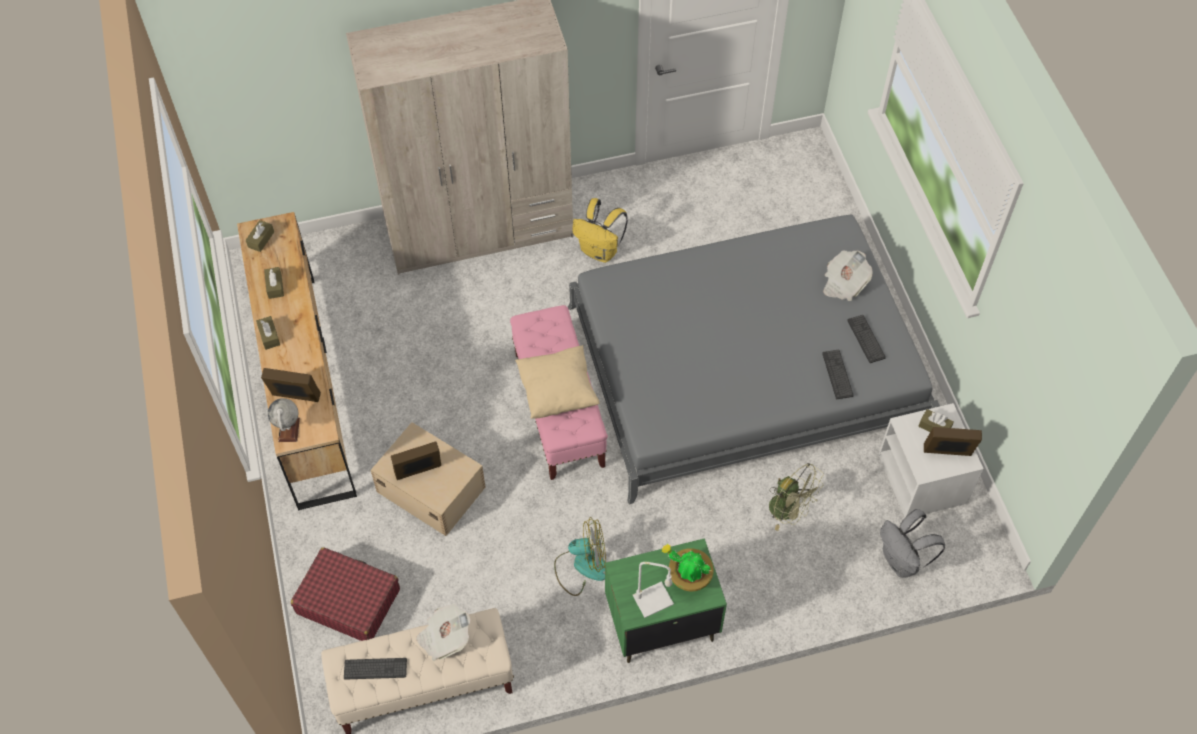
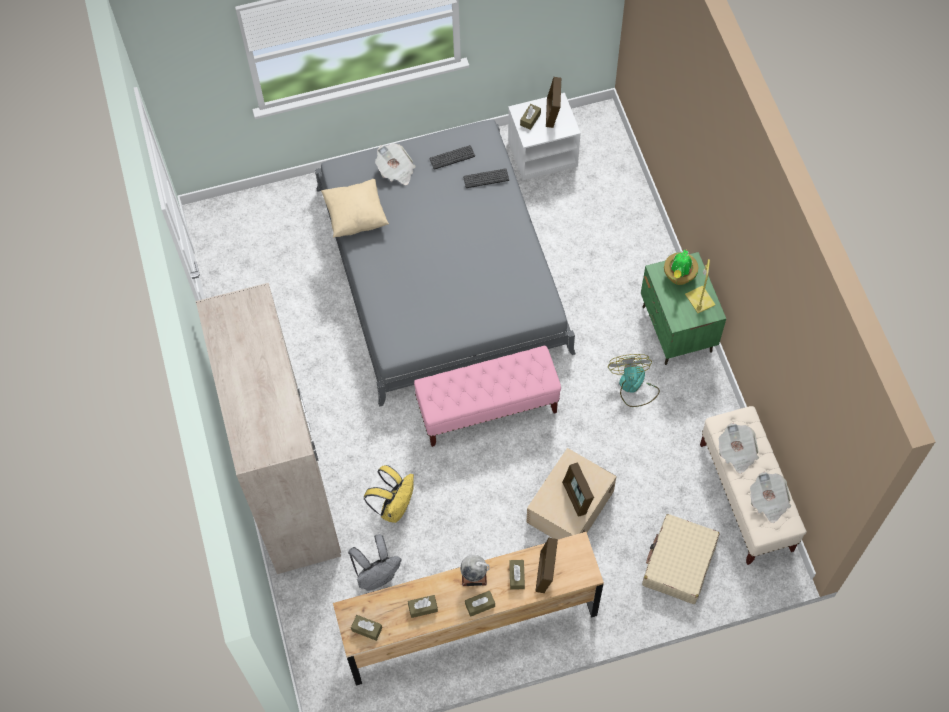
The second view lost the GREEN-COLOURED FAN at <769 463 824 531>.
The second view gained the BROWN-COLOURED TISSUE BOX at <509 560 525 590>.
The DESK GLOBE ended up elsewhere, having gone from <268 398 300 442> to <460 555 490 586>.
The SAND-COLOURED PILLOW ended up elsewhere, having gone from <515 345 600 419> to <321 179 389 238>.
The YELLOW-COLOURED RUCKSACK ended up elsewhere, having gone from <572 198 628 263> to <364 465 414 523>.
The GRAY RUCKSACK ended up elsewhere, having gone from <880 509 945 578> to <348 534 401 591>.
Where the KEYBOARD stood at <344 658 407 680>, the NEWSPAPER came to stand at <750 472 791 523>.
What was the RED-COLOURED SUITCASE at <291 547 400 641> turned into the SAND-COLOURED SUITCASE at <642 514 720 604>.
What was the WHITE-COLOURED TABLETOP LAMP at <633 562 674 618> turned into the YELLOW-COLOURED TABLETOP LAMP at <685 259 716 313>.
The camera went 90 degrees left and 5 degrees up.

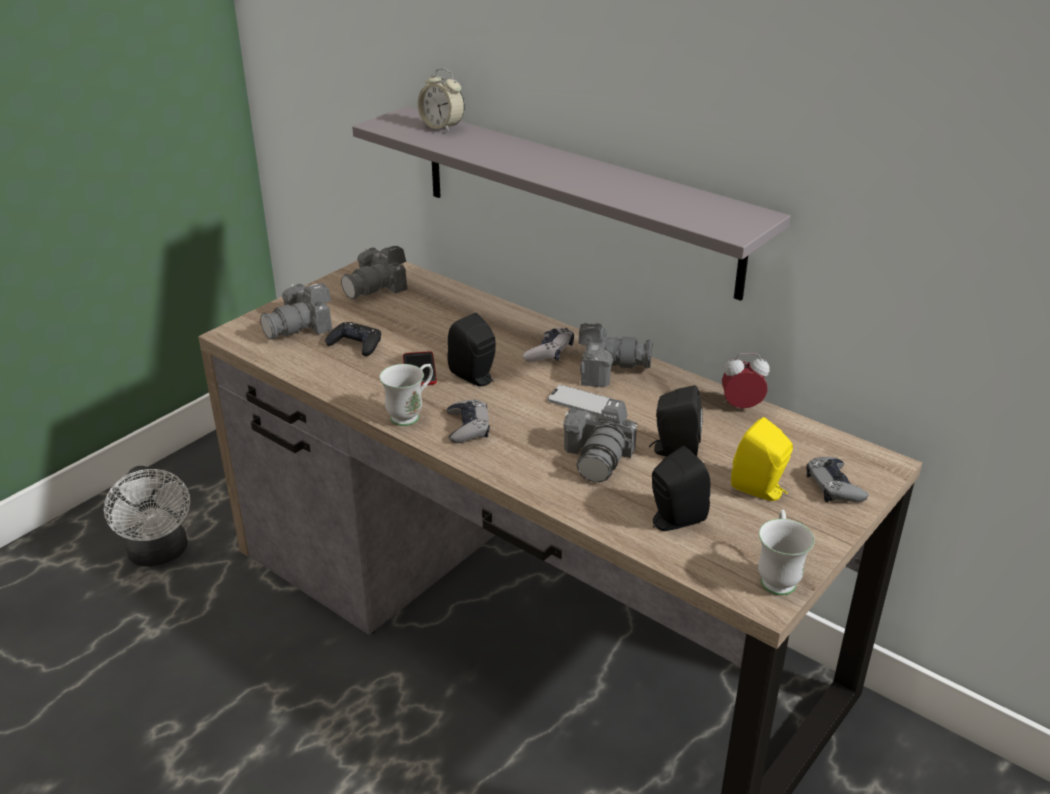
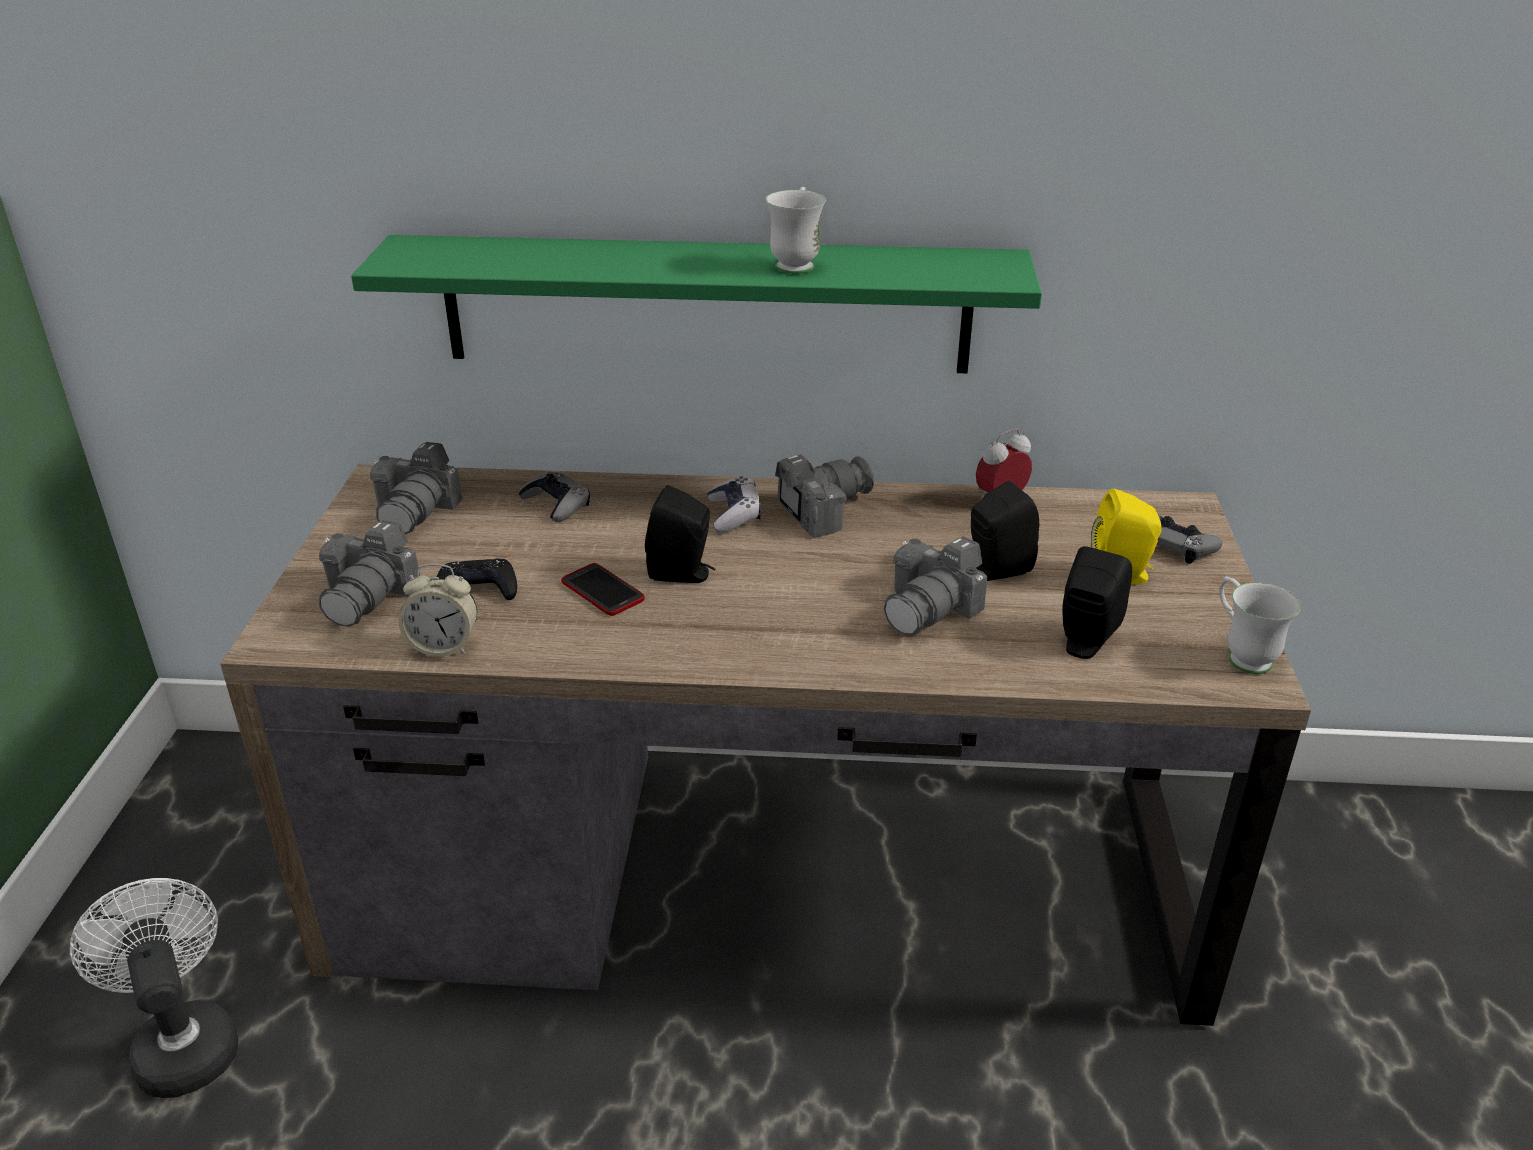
The second view lost the TELEPHONE at <548 385 612 415>.
The WHITE-COLOURED COFFEE MUG ended up elsewhere, having gone from <379 364 433 426> to <765 187 826 274>.
The BEDSIDE CLOCK ended up elsewhere, having gone from <418 68 465 133> to <398 564 477 657>.
The GRAY GAMEPAD ended up elsewhere, having gone from <447 399 490 443> to <519 471 590 522>.
What was the GRAY BRACKET SHELF at <352 106 791 301> turned into the GREEN-COLOURED BRACKET SHELF at <351 235 1042 373>.
The WHITE-COLOURED FAN at <104 466 190 567> ended up facing another way, 150 degrees counterclockwise from before.
The STILL CAMERA at <563 398 637 482> ended up facing another way, 60 degrees clockwise from before.
The camera went 35 degrees left and 0 degrees up.

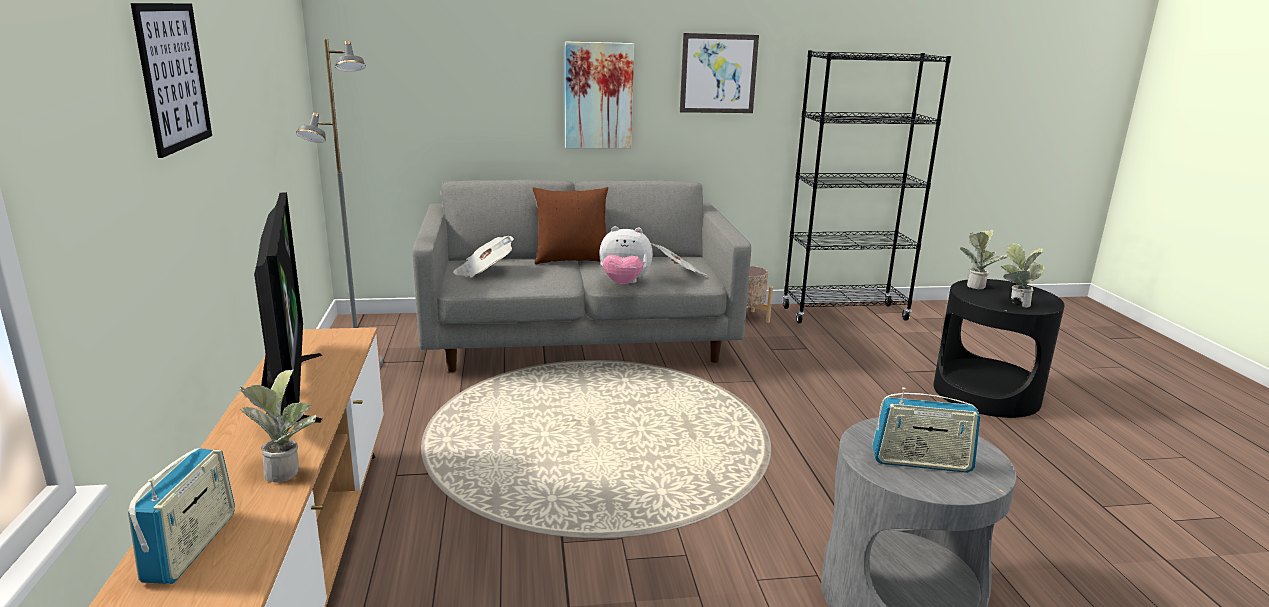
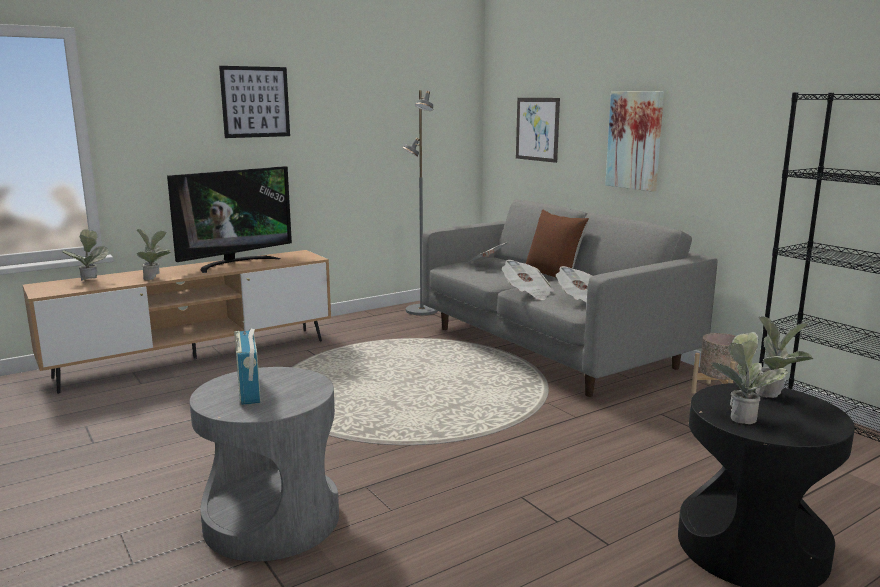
The WALL ART ended up elsewhere, having gone from <680 33 759 113> to <516 98 560 163>.
Where the RADIO RECEIVER stood at <128 448 235 584>, the POTTED PLANT came to stand at <62 229 109 281>.
Where the CUDDLY TOY stood at <599 226 653 285>, the NEWSPAPER came to stand at <502 260 554 300>.
The camera went 65 degrees right and 5 degrees down.

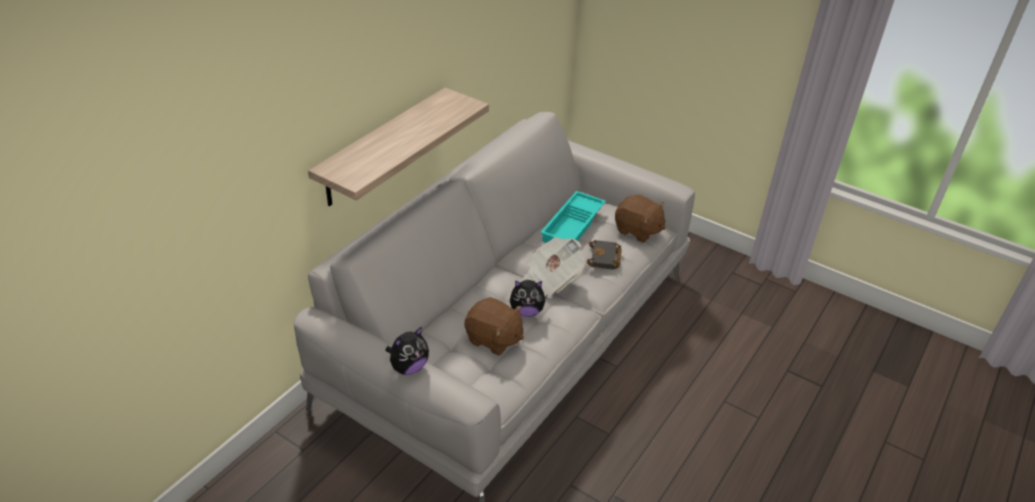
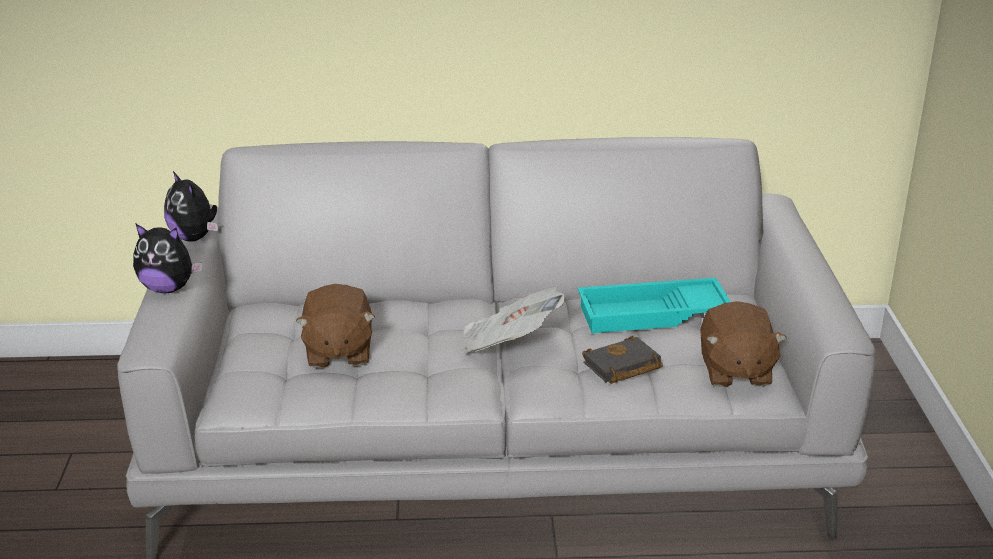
The second view lost the BRACKET SHELF at <308 87 489 206>.
The CUDDLY TOY ended up elsewhere, having gone from <510 280 547 317> to <164 171 218 242>.
The camera went 55 degrees right and 10 degrees down.

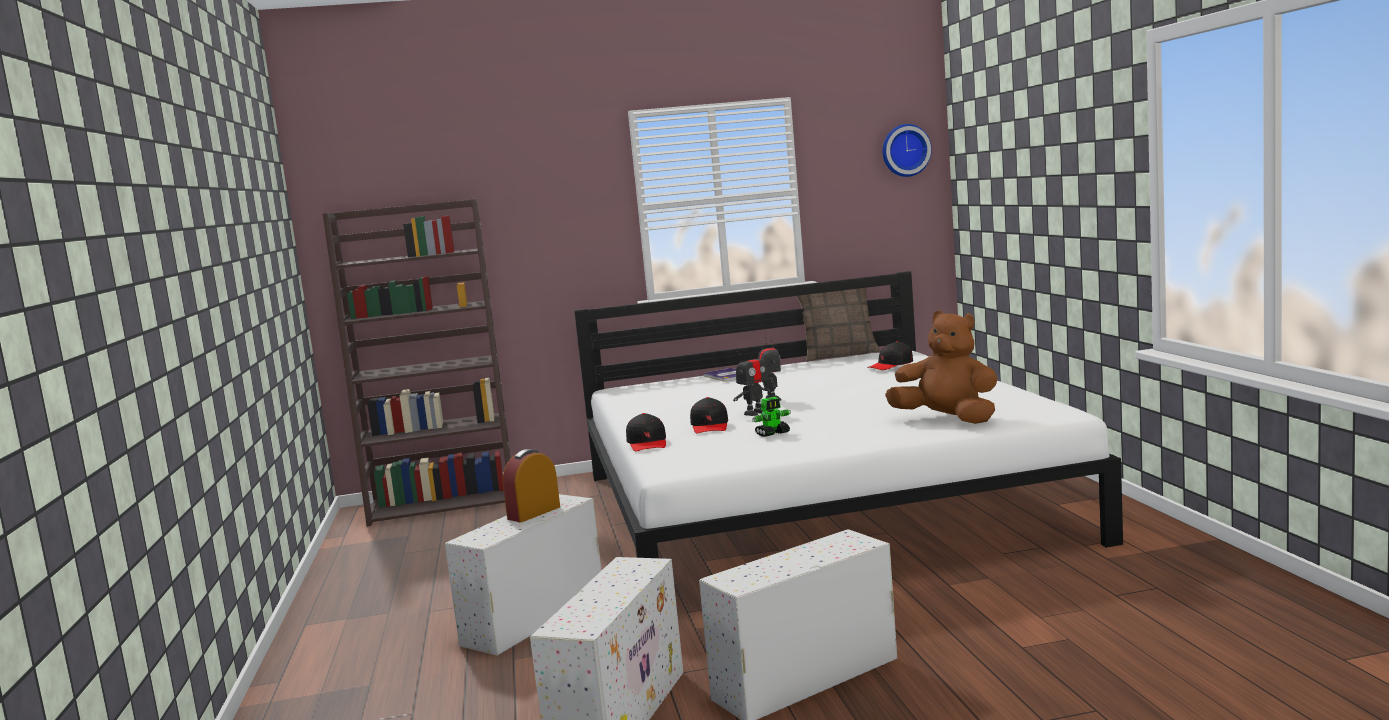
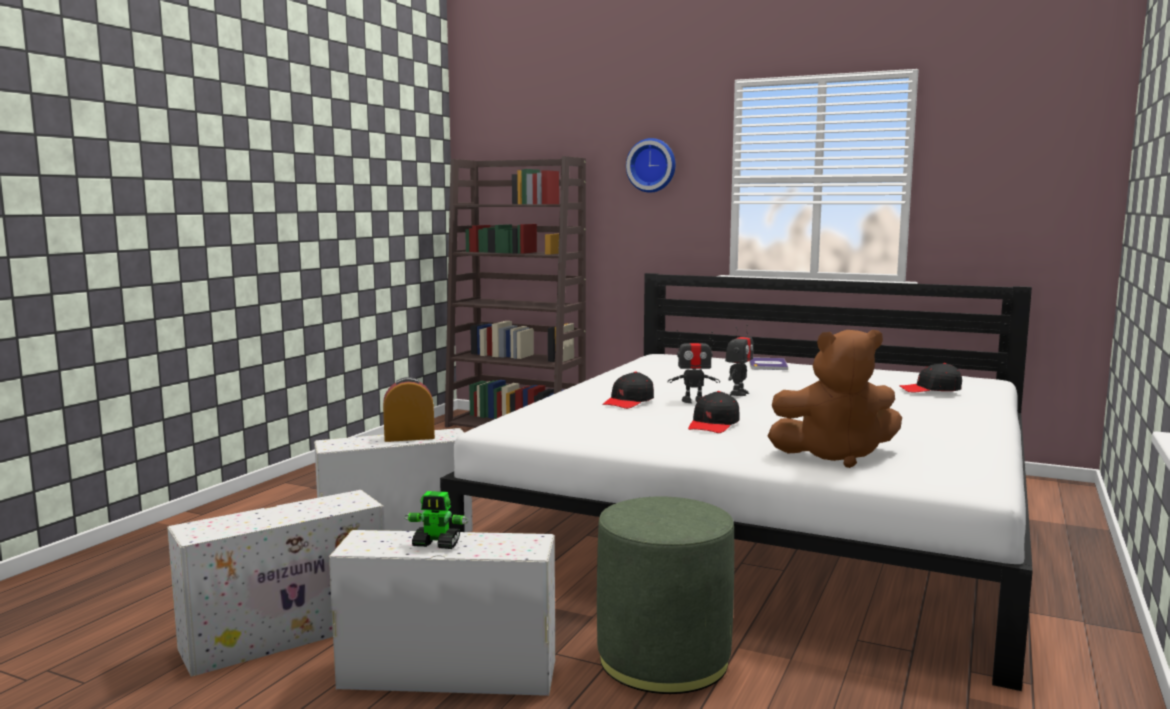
The second view lost the PILLOW at <797 288 880 362>.
The second view gained the GREEN-COLOURED FOOTREST at <597 496 734 694>.
The BLACKISH CAP ended up elsewhere, having gone from <626 413 666 452> to <688 391 739 433>.
The ROBOT FIGURE ended up elsewhere, having gone from <752 397 791 437> to <405 491 469 549>.
The HANGING CLOCK ended up elsewhere, having gone from <882 124 932 177> to <626 138 676 193>.
The BROWN-COLOURED CUDDLY TOY at <885 310 998 424> ended up facing another way, 105 degrees clockwise from before.
The camera went 35 degrees right and 0 degrees up.

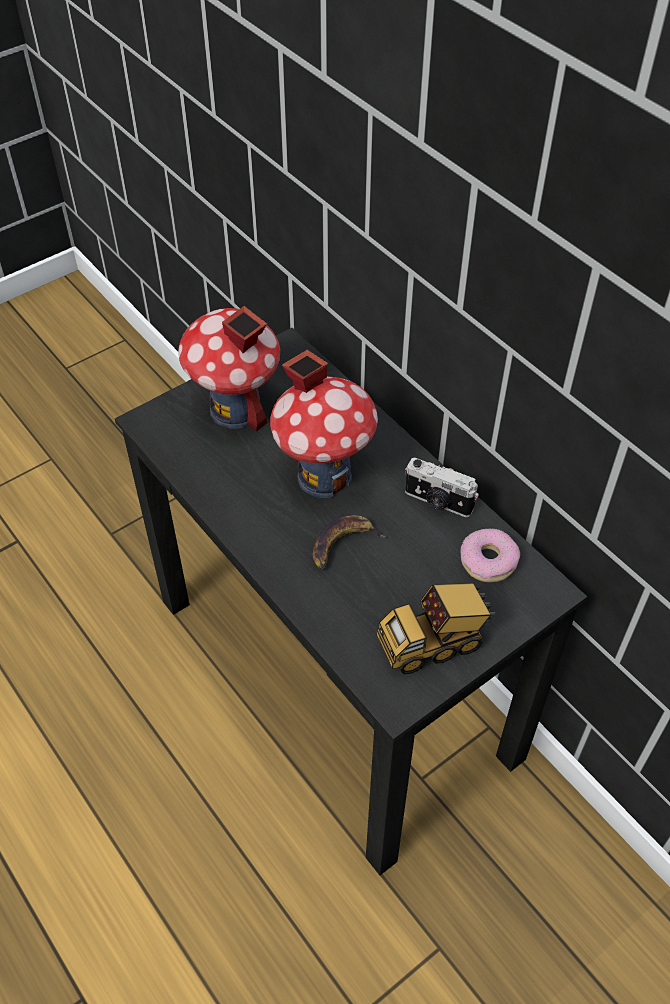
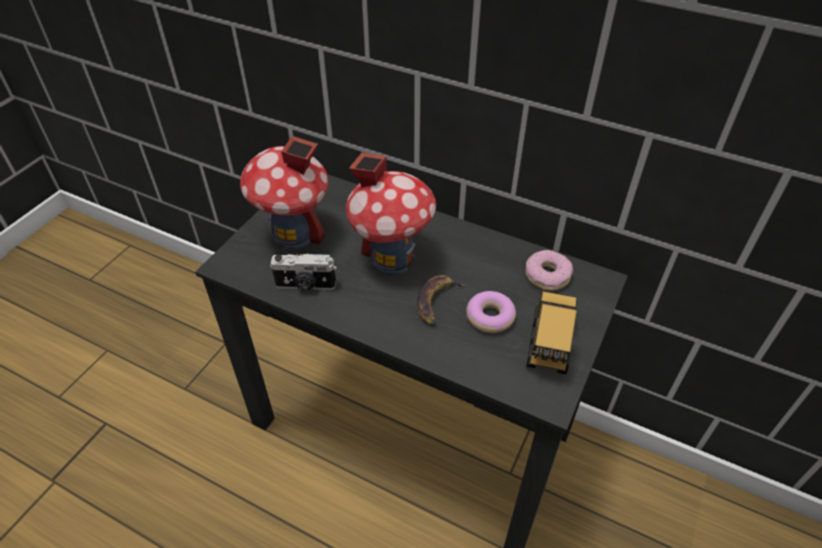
The second view gained the RING DOUGHNUT at <466 291 516 333>.
The STILL CAMERA ended up elsewhere, having gone from <405 457 479 517> to <270 254 337 291>.
The MODEL TRUCK at <376 583 495 674> ended up facing another way, 150 degrees clockwise from before.
The camera went 25 degrees left and 5 degrees down.

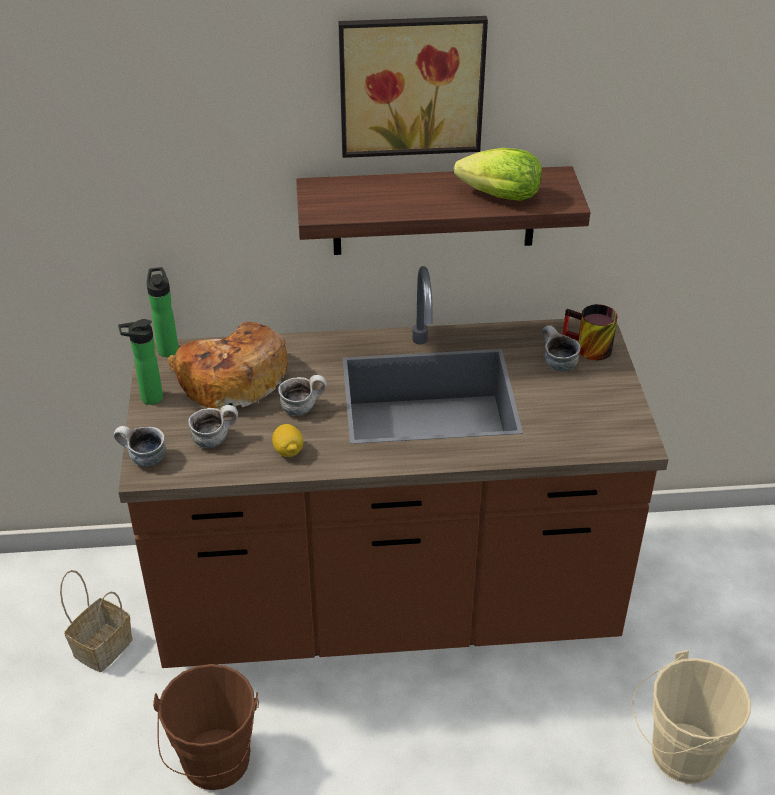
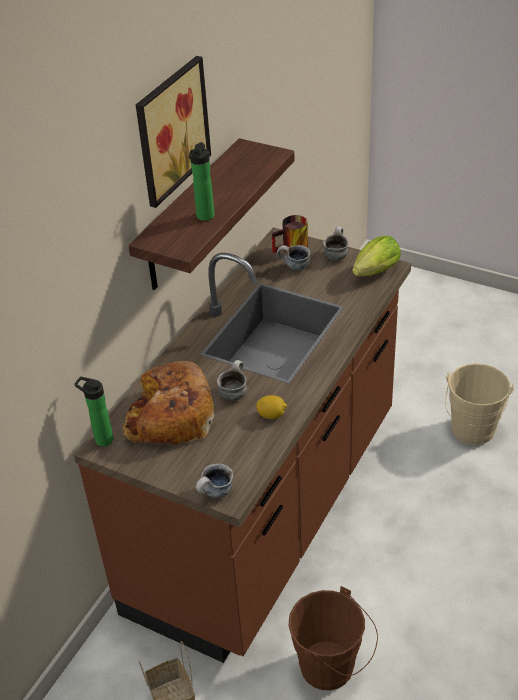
The BOTTLE ended up elsewhere, having gone from <118 319 163 405> to <189 142 215 221>.
The COFFEE MUG ended up elsewhere, having gone from <188 405 238 448> to <323 226 348 260>.
The LETTUCE ended up elsewhere, having gone from <454 148 542 201> to <352 236 401 276>.
The camera went 55 degrees left and 0 degrees up.

